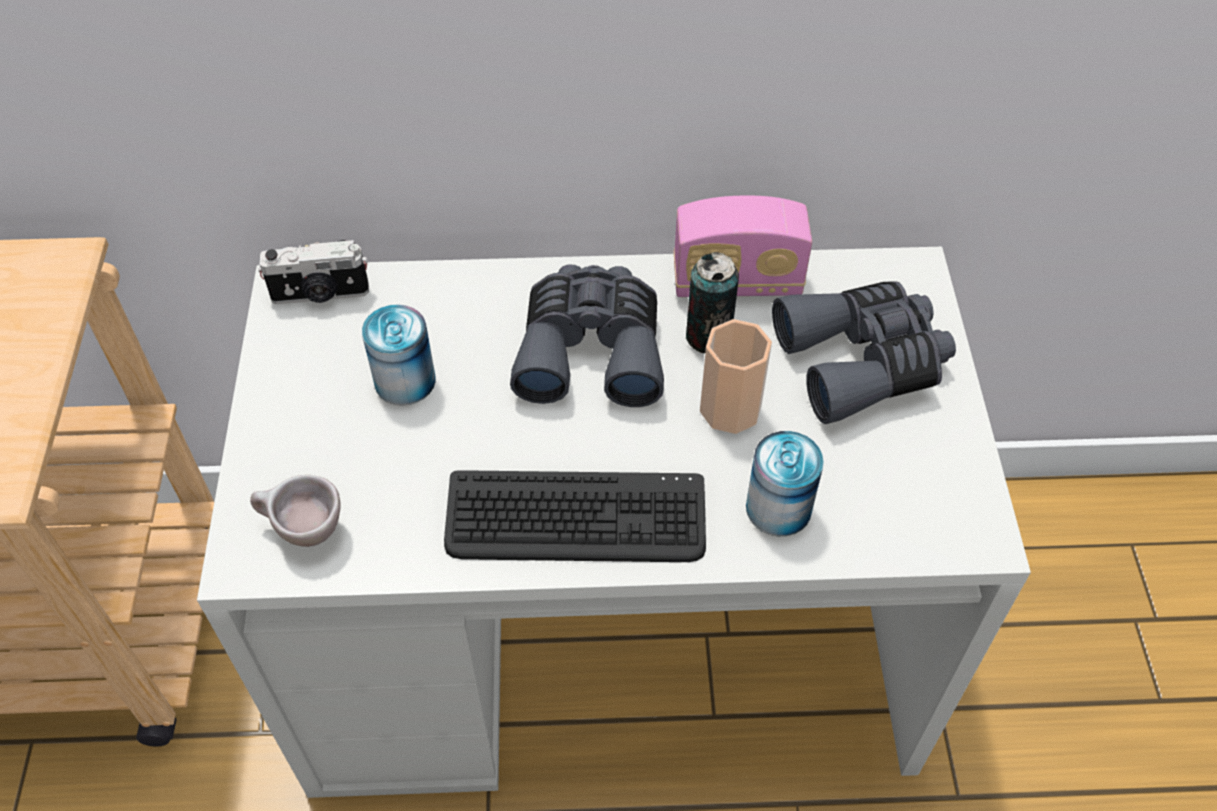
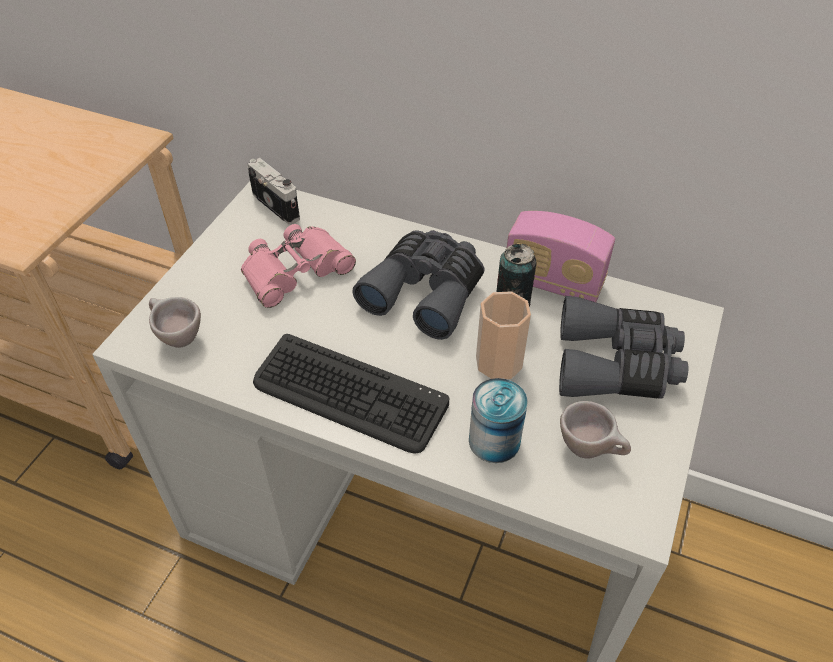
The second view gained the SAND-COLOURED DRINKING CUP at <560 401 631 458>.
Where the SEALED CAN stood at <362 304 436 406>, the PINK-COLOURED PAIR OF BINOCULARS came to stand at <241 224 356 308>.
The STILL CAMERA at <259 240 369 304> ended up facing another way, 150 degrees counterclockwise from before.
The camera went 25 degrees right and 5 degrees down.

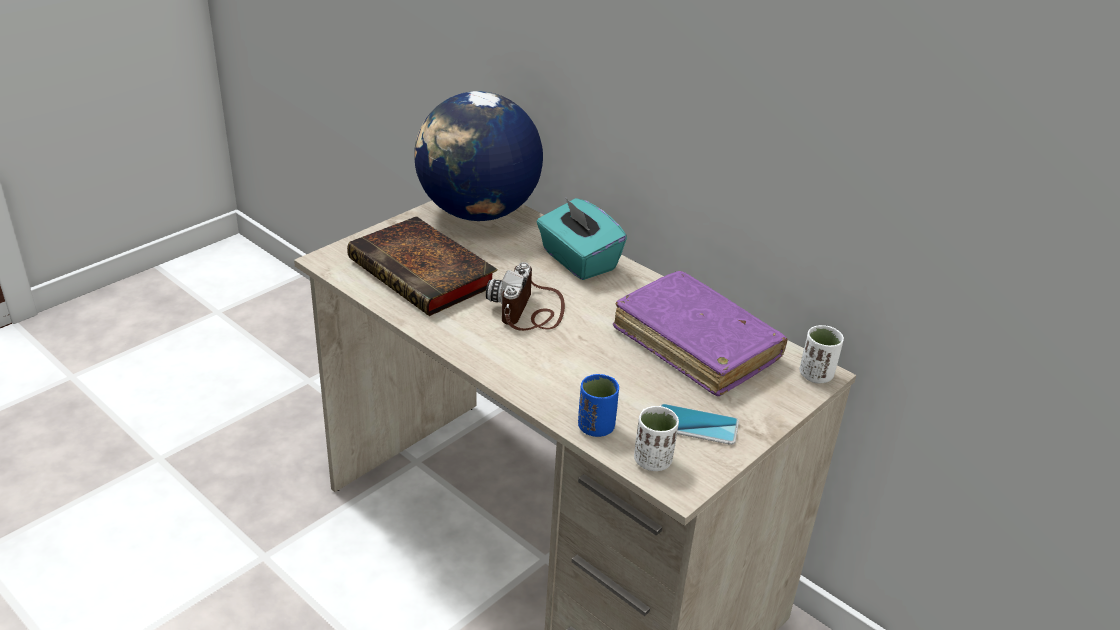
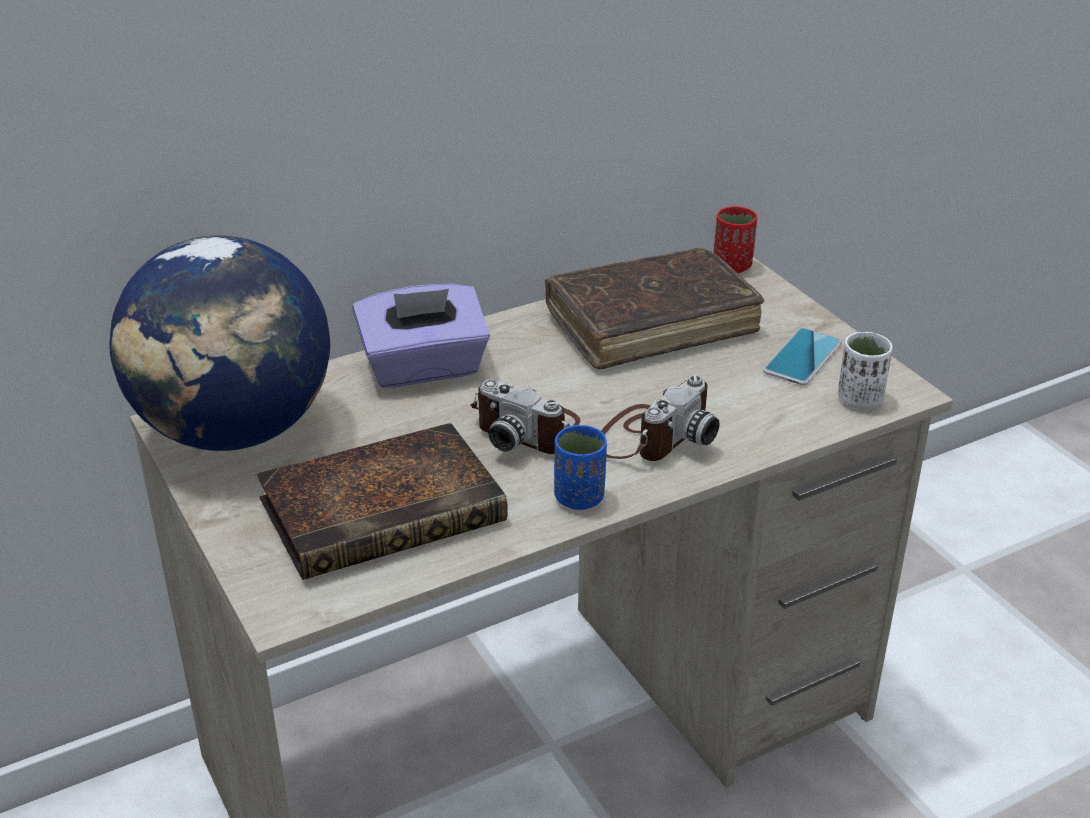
The second view gained the STILL CAMERA at <601 375 720 461>.
The BLUISH DRINKING CUP ended up elsewhere, having gone from <578 374 619 437> to <554 425 607 510>.
What was the TURQUOISE-COLOURED TISSUE BOX at <537 198 627 280> turned into the PURPLISH TISSUE BOX at <352 284 490 388>.
What was the PURPLISH BOOK at <613 271 788 396> turned into the BROWN-COLOURED BOOK at <545 248 764 369>.
What was the WHITE-COLOURED DRINKING CUP at <799 325 844 383> turned into the RED-COLOURED DRINKING CUP at <714 206 757 273>.
The camera went 70 degrees left and 0 degrees up.

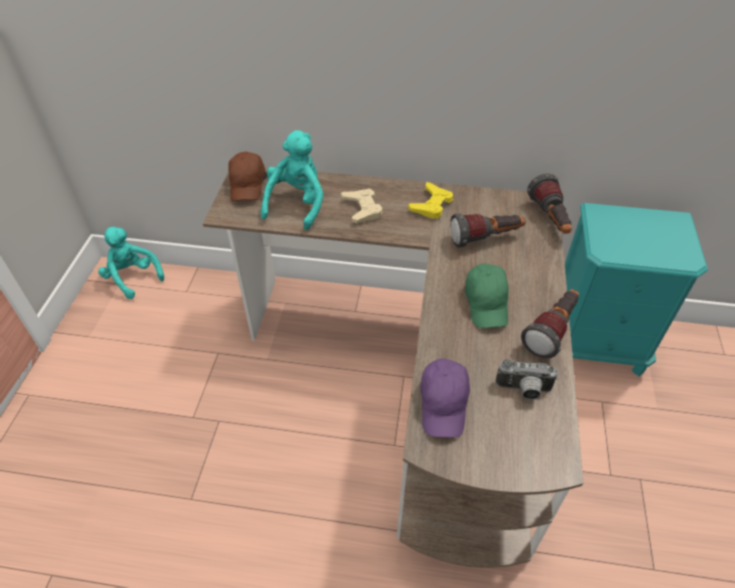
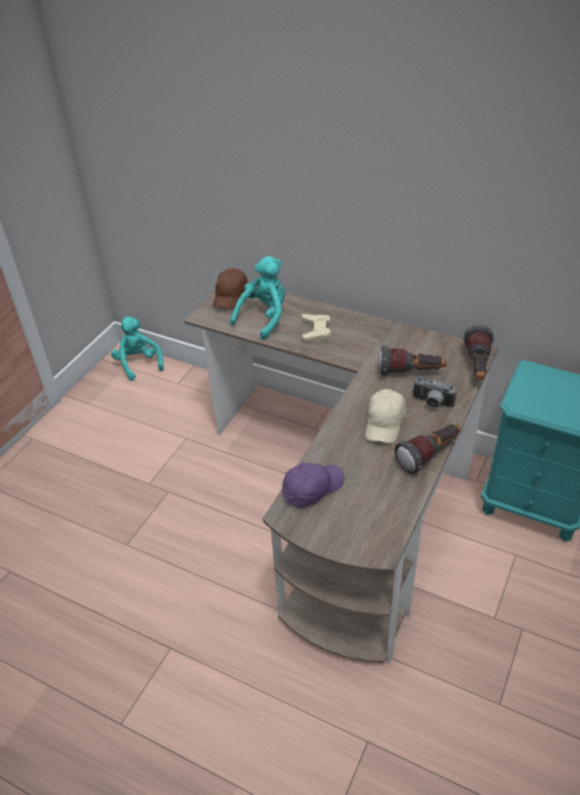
The second view lost the YELLOW-COLOURED GAMEPAD at <408 182 453 219>.
The STILL CAMERA ended up elsewhere, having gone from <495 359 558 400> to <413 375 457 408>.
What was the GREEN-COLOURED CAP at <465 264 509 328> turned into the SAND-COLOURED CAP at <365 389 406 443>.
The PURPLISH CAP at <421 358 470 438> ended up facing another way, 150 degrees counterclockwise from before.
The camera went 20 degrees right and 5 degrees down.

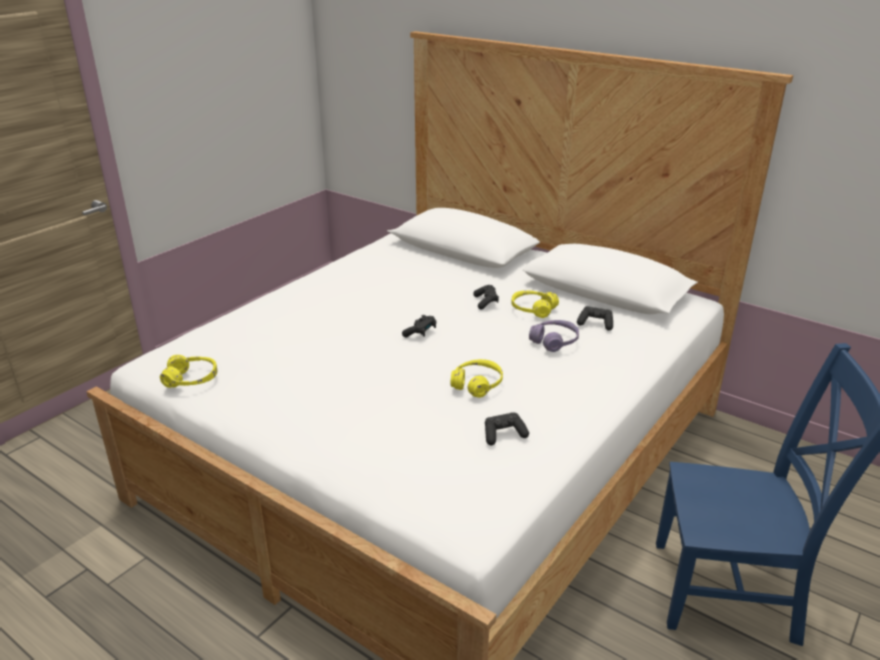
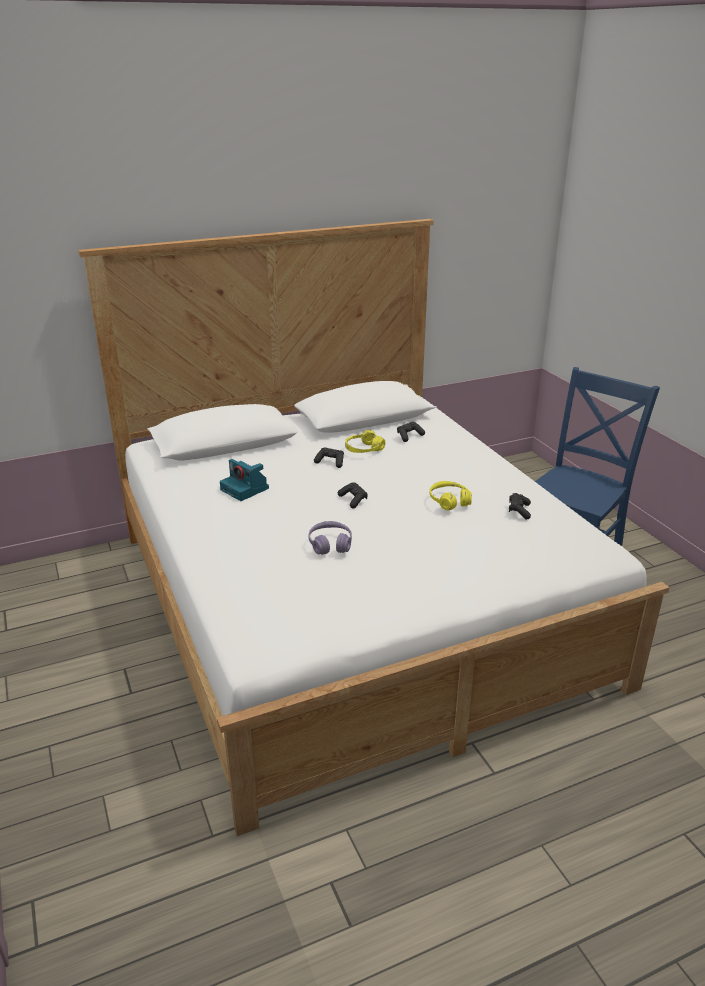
The second view lost the YELLOW-COLOURED HEADPHONES at <160 355 217 388>.
The second view gained the STILL CAMERA at <220 459 269 501>.
The PURPLISH HEADPHONES ended up elsewhere, having gone from <529 320 579 352> to <308 521 352 555>.
The camera went 60 degrees left and 0 degrees up.

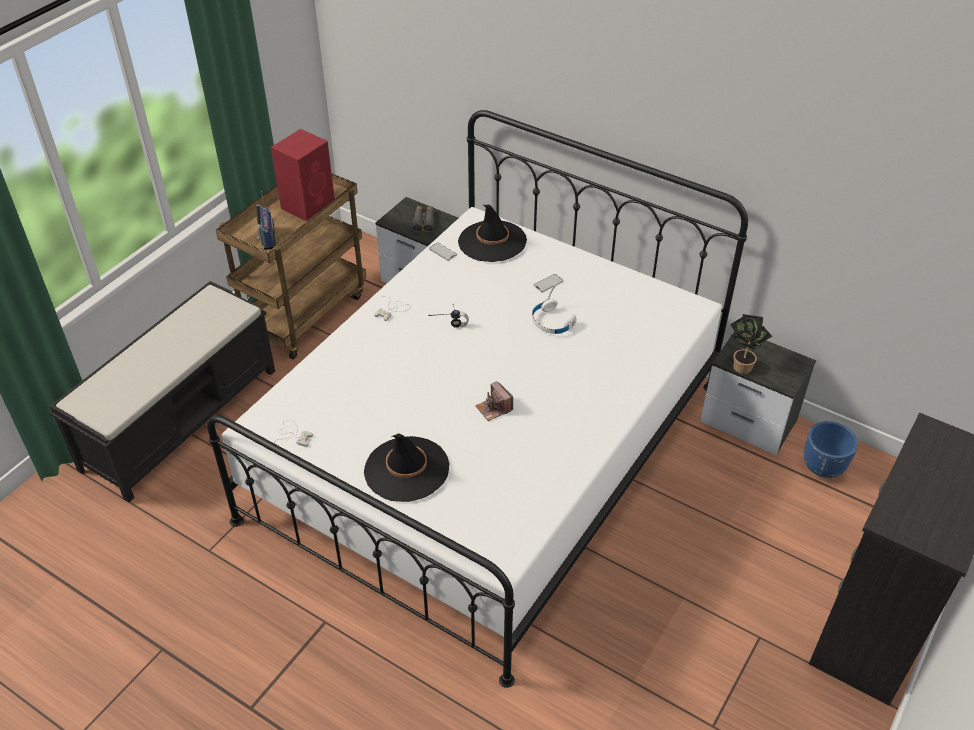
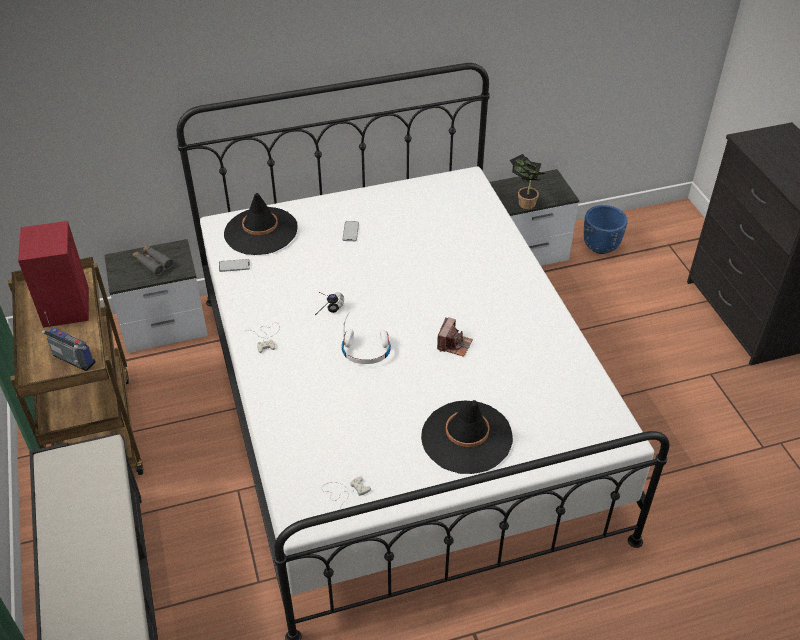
The WHITE-COLOURED HEADPHONES ended up elsewhere, having gone from <532 283 577 334> to <342 312 391 364>.
The STILL CAMERA at <475 381 513 421> ended up facing another way, 75 degrees counterclockwise from before.
The camera went 50 degrees left and 0 degrees up.

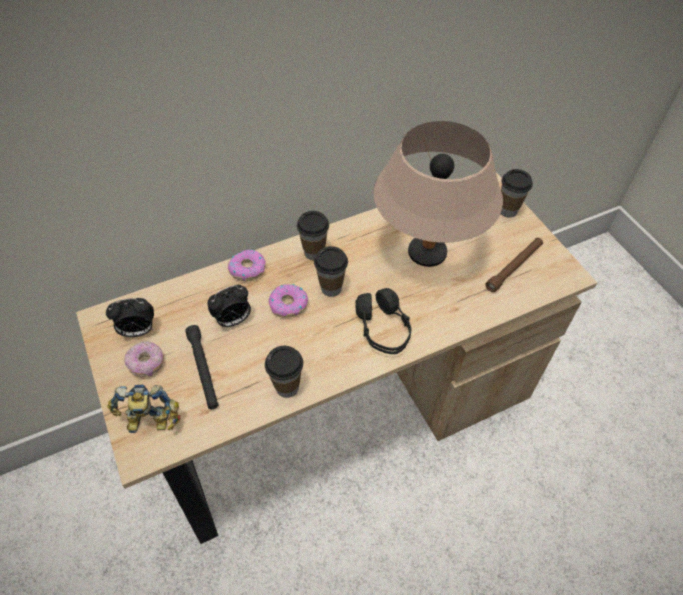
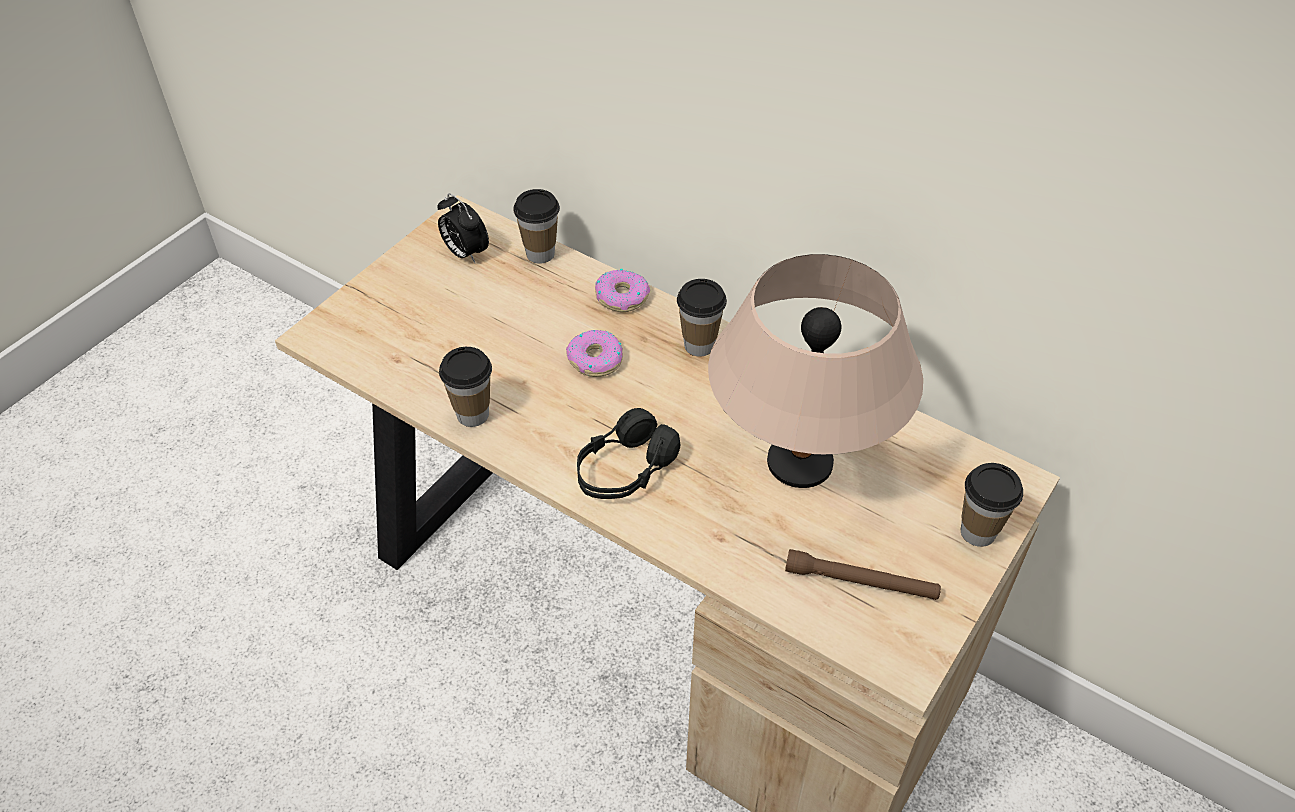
The second view lost the ROBOT FIGURE at <107 385 181 433>.
The second view lost the RING DOUGHNUT at <124 341 164 377>.
The second view lost the BLACKISH TORCH at <185 325 218 409>.
The second view lost the BEDSIDE CLOCK at <207 285 251 327>.
The DRINKING CUP ended up elsewhere, having gone from <314 246 348 297> to <513 189 560 264>.
The camera went 60 degrees right and 5 degrees down.

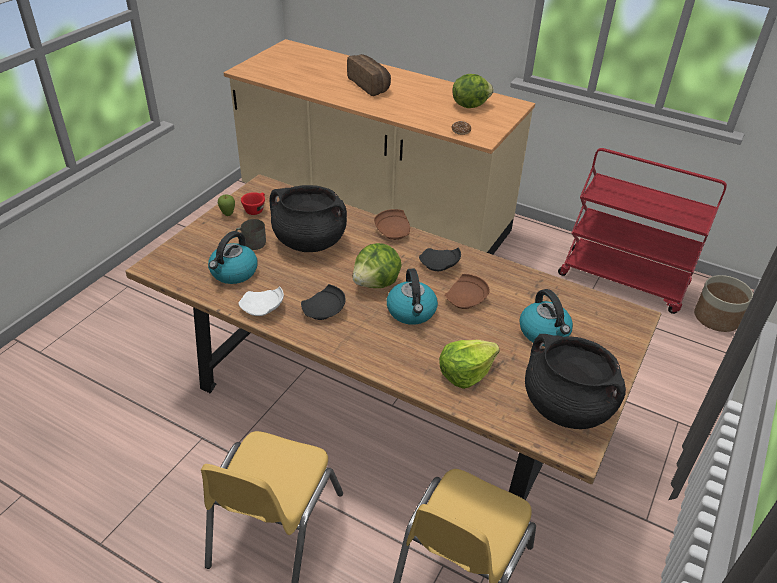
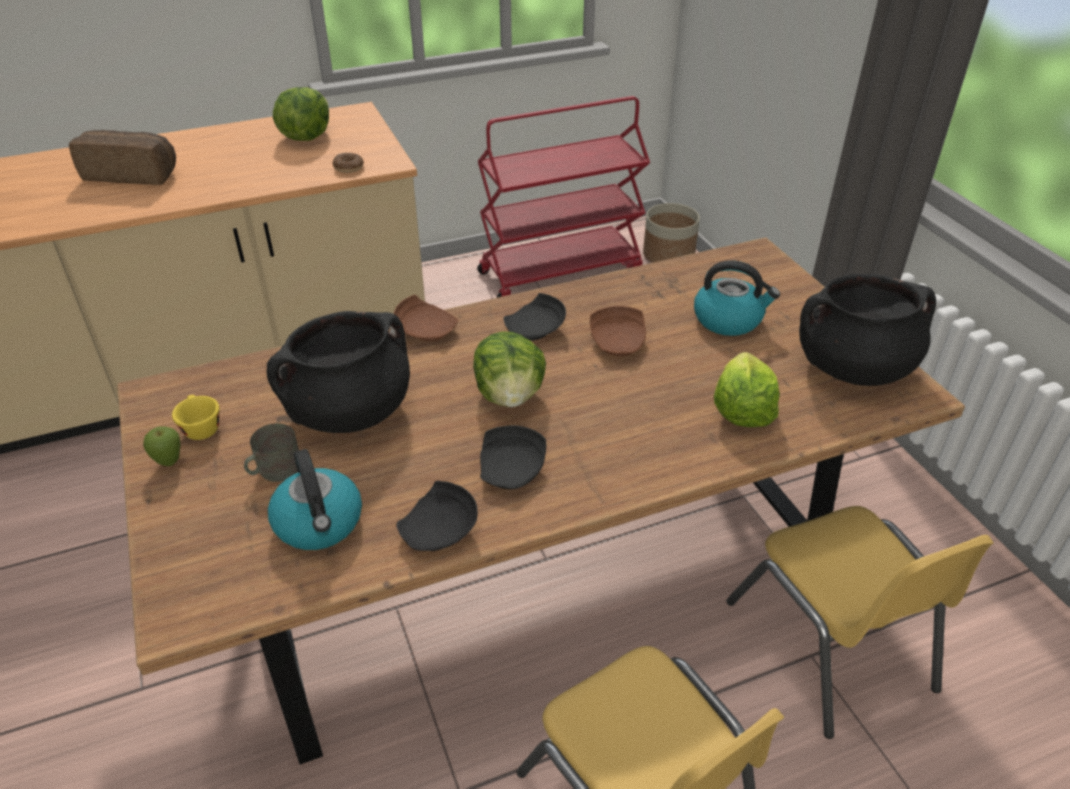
The second view lost the WATER KETTLE at <387 268 438 325>.
What was the WHITE-COLOURED PLATE at <238 286 284 316> turned into the BLACKISH PLATE at <396 481 478 551>.
What was the RED-COLOURED DRINKING CUP at <241 192 265 215> turned into the YELLOW-COLOURED DRINKING CUP at <172 395 219 440>.
The camera went 50 degrees left and 0 degrees up.

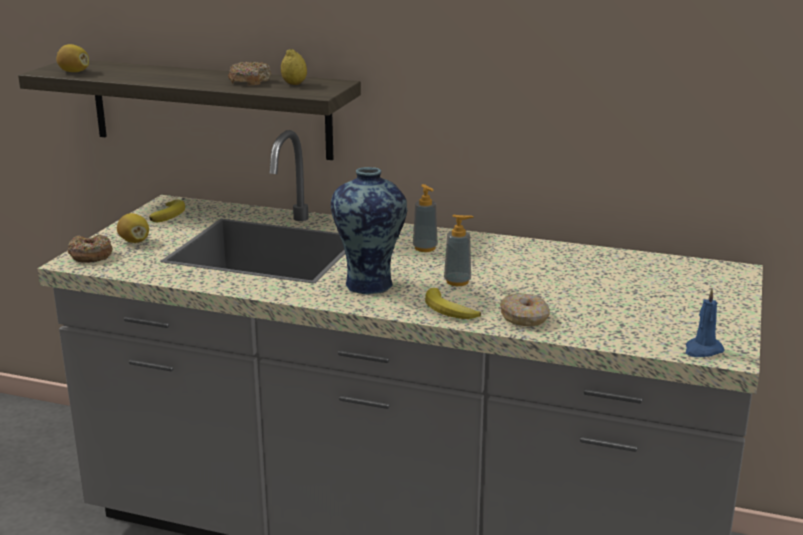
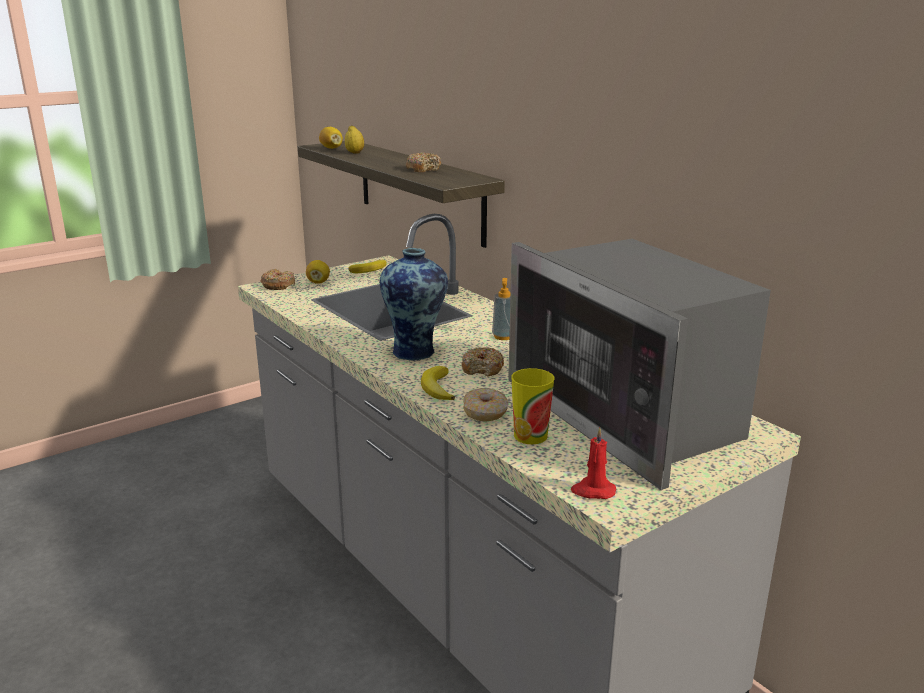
The second view gained the MICROWAVE OVEN at <508 239 771 490>.
The second view gained the DRINKING CUP at <511 368 554 444>.
The LEMON ended up elsewhere, having gone from <281 49 307 85> to <345 125 364 154>.
Where the LIQUID SOAP BOTTLE stood at <444 215 473 286>, the RING DOUGHNUT came to stand at <461 347 504 376>.
What was the BLUISH WAX CANDLE at <685 289 725 357> turned into the RED-COLOURED WAX CANDLE at <571 427 616 499>.
The camera went 35 degrees right and 0 degrees up.

